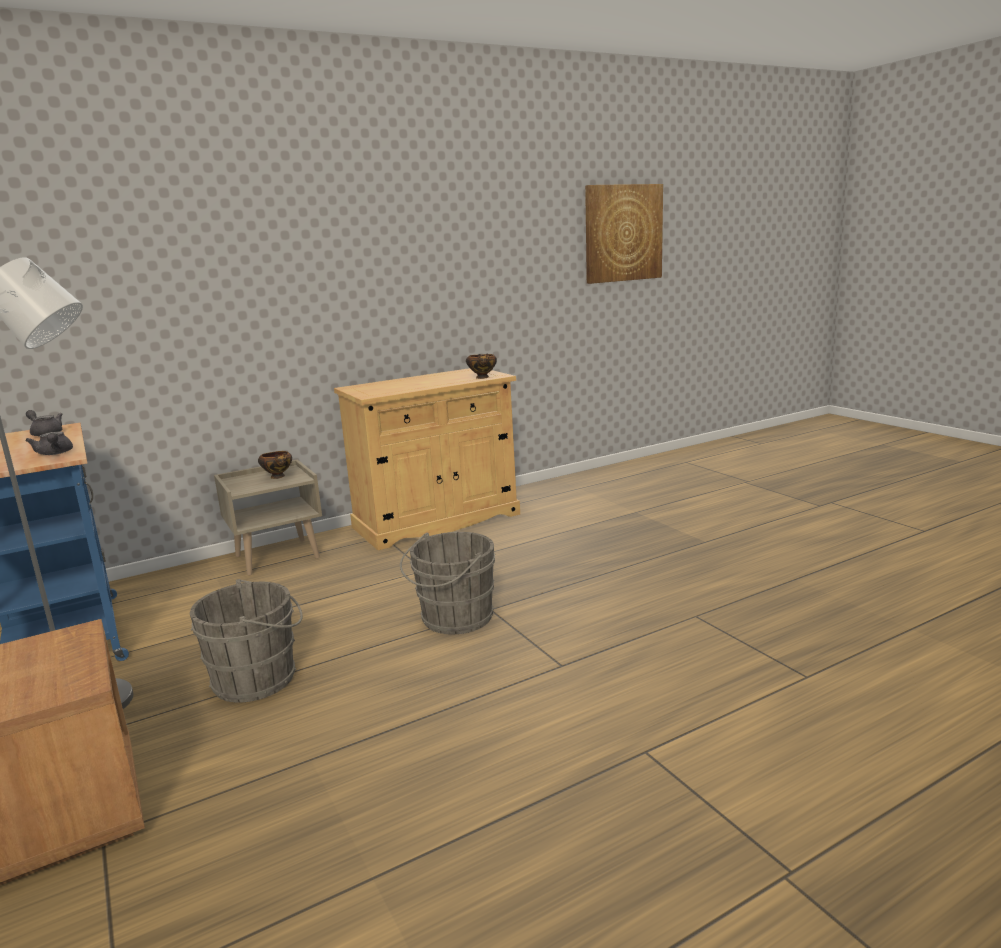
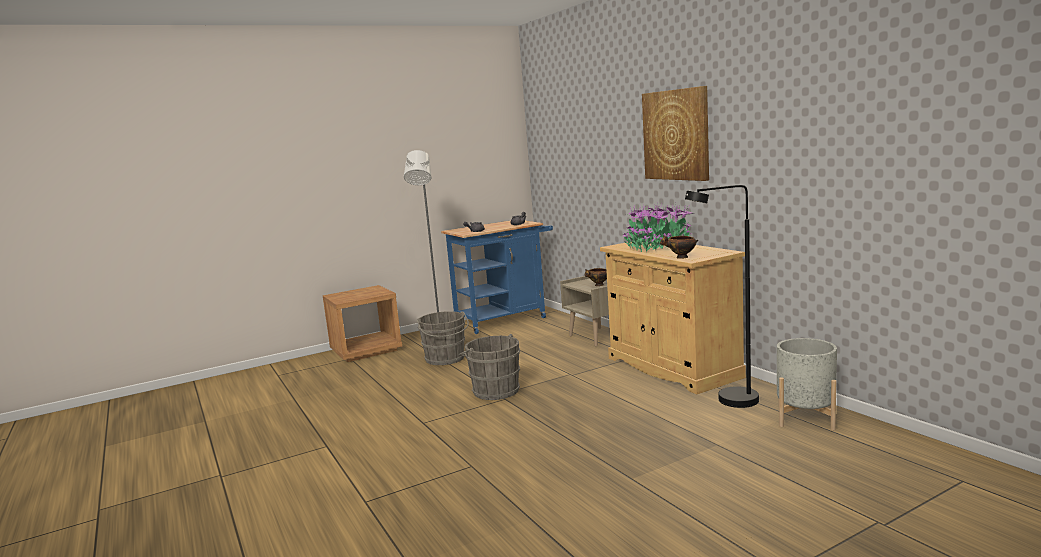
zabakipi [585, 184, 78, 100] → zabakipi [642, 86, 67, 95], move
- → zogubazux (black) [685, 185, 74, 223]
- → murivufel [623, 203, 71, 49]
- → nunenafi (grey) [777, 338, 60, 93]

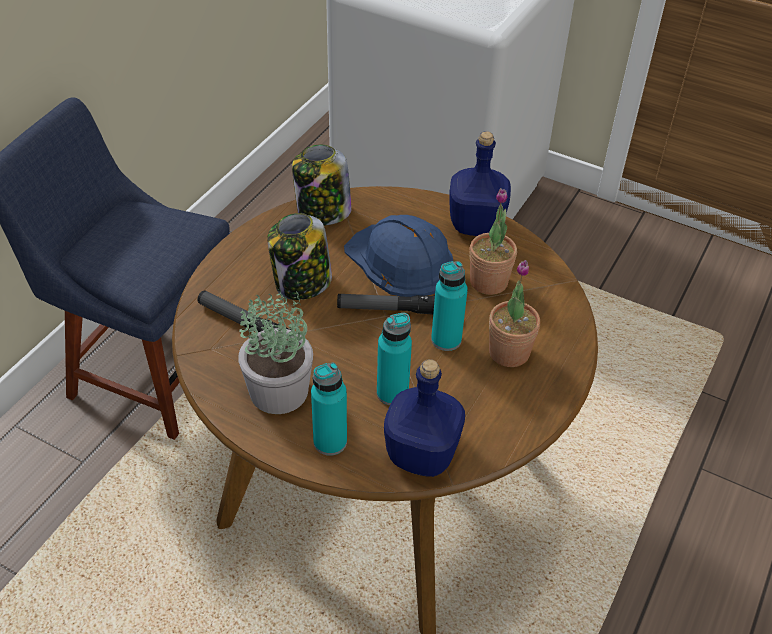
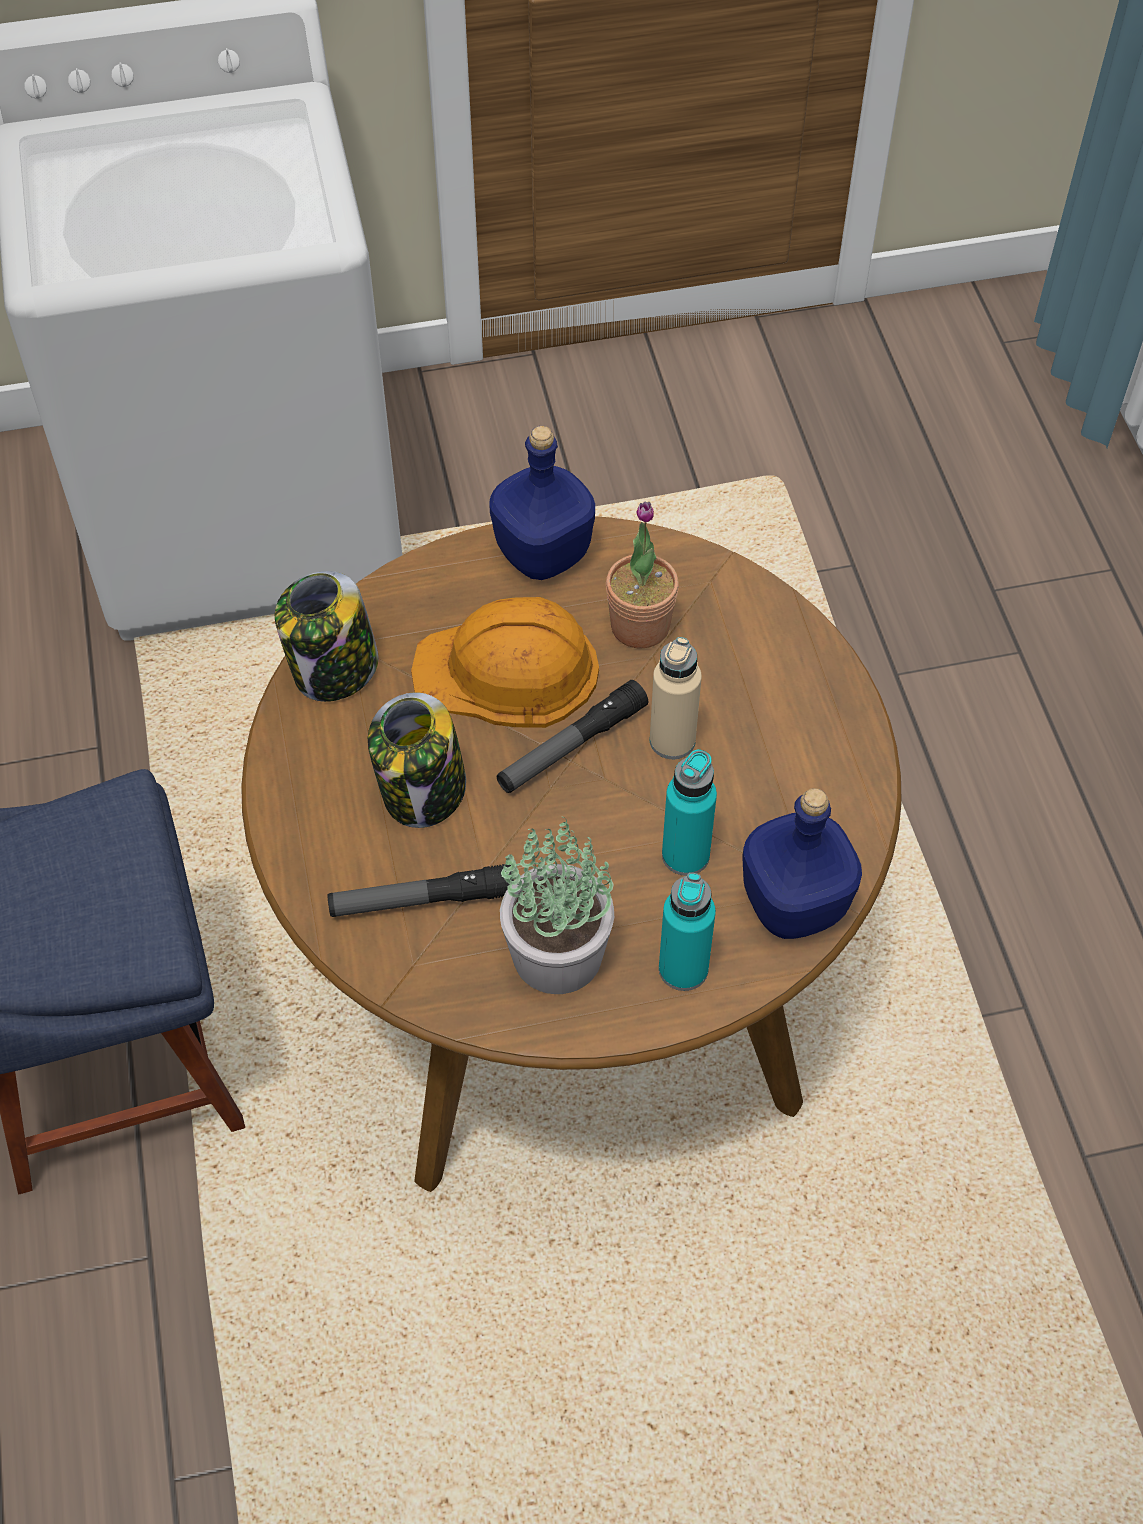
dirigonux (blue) [344, 215, 109, 82] → dirigonux (orange) [411, 597, 188, 131]
murivufel [489, 260, 51, 107] → -
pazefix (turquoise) [431, 261, 37, 90] → pazefix (beige) [650, 637, 52, 122]

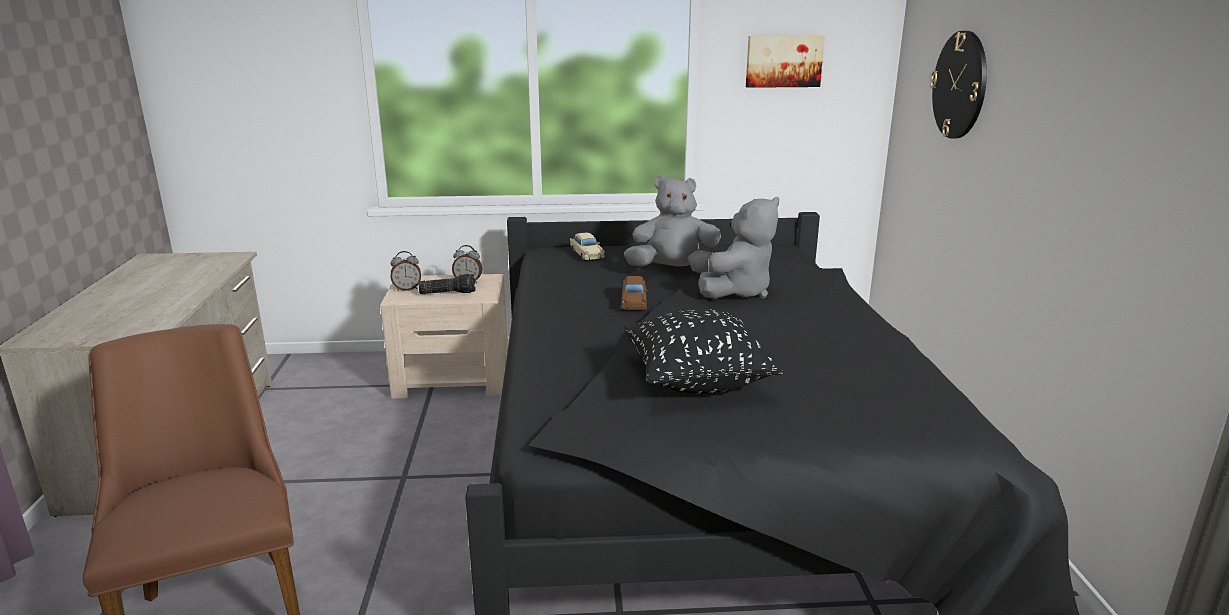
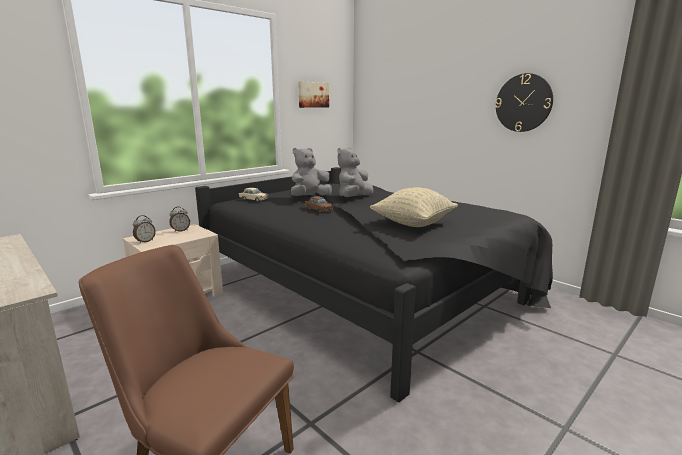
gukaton [930, 31, 57, 108] → gukaton [495, 73, 58, 59], move
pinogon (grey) [698, 197, 81, 102] → pinogon (grey) [337, 148, 36, 49], 150 degrees counterclockwise
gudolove [418, 274, 58, 20] → -
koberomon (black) [624, 309, 159, 84] → koberomon (beige) [370, 188, 88, 39]

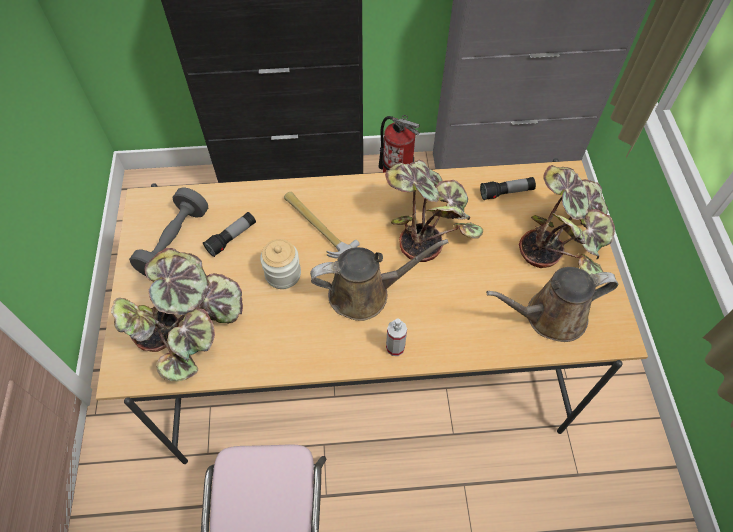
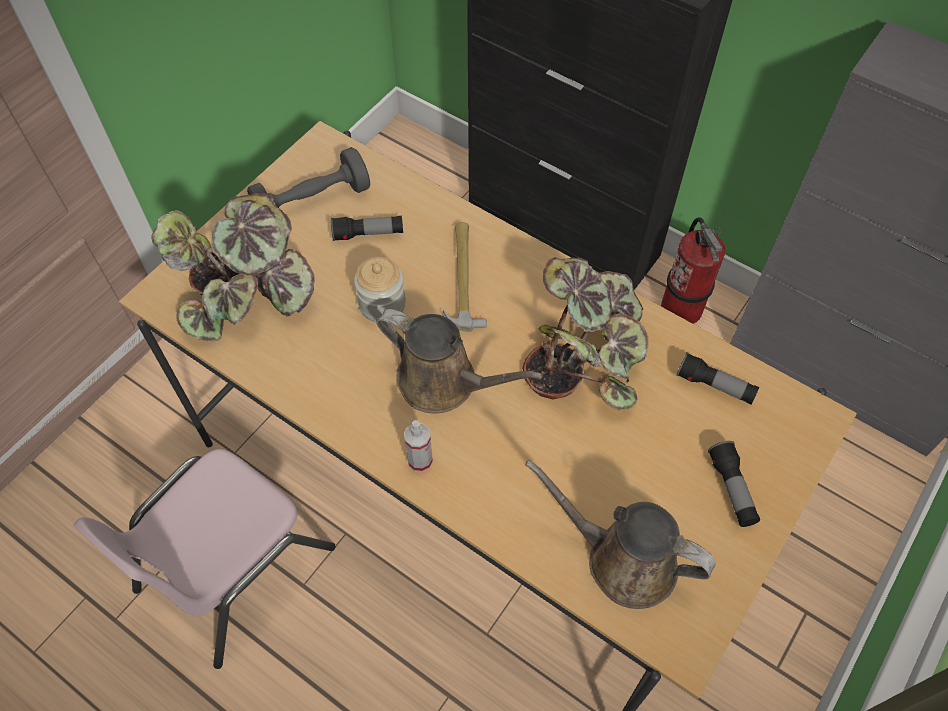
murivufel [519, 165, 96, 110] → gudolove [708, 441, 52, 86]

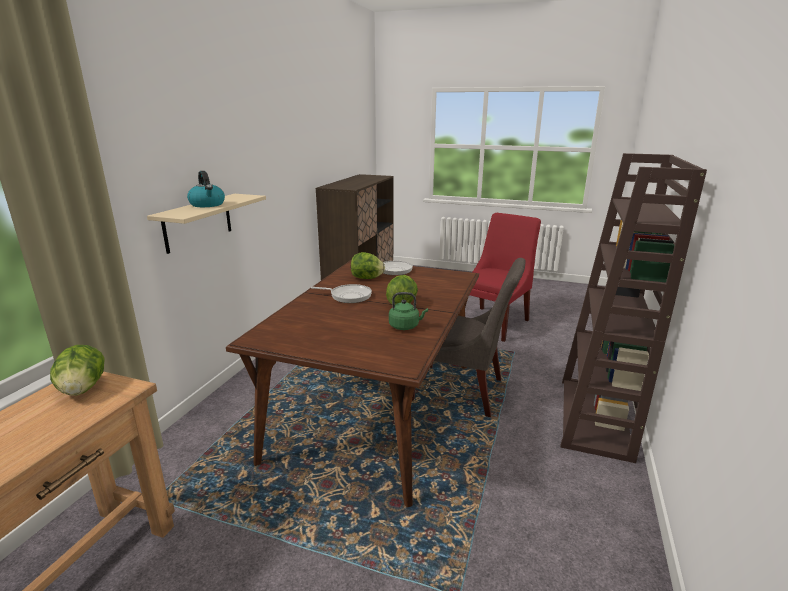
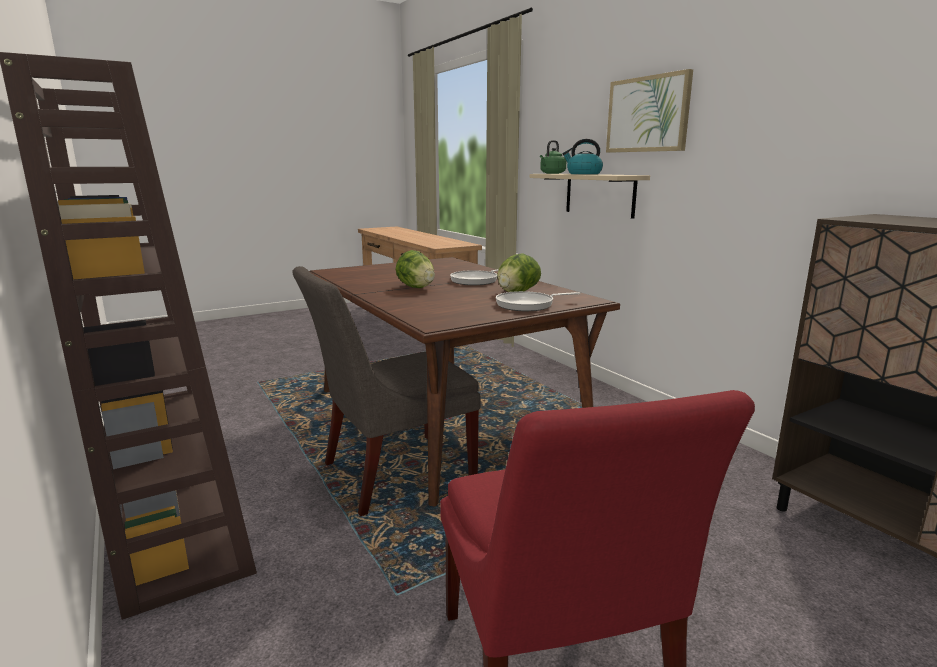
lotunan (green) [389, 292, 39, 38] → lotunan (green) [540, 140, 26, 34], move
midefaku [50, 345, 54, 51] → -
- → zabakipi [606, 69, 87, 84]

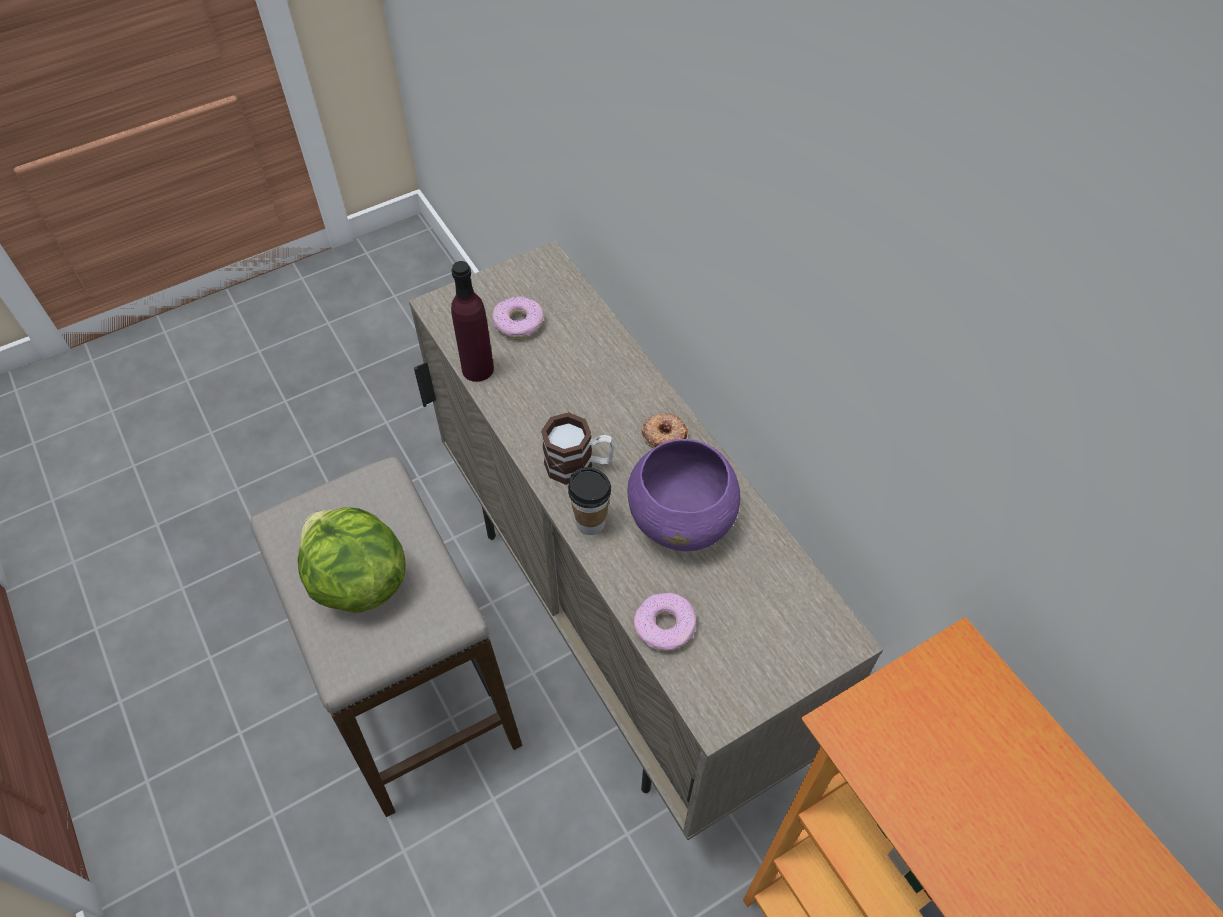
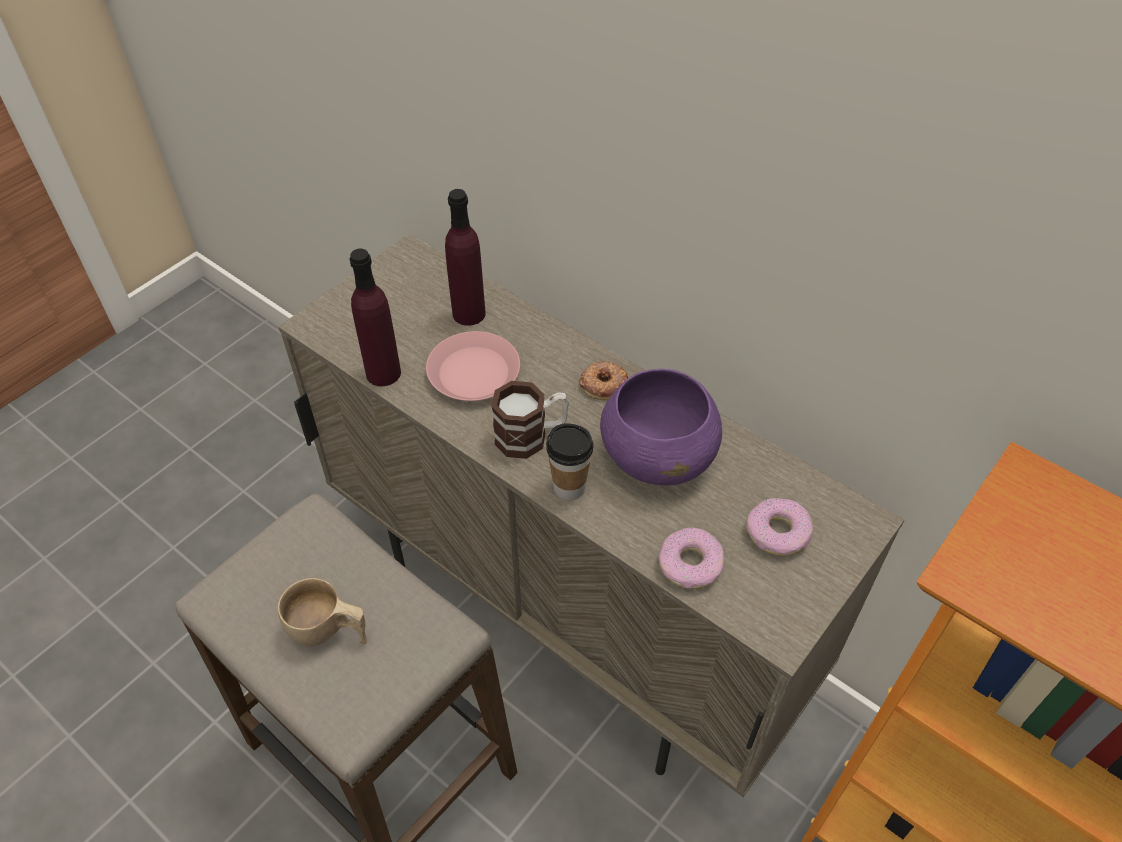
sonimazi [492, 297, 52, 42] → sonimazi [746, 498, 67, 58], move
midefaku [298, 507, 108, 106] → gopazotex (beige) [278, 578, 89, 69]
- → pazefix (purple) [445, 189, 41, 137]
- → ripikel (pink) [426, 331, 94, 70]

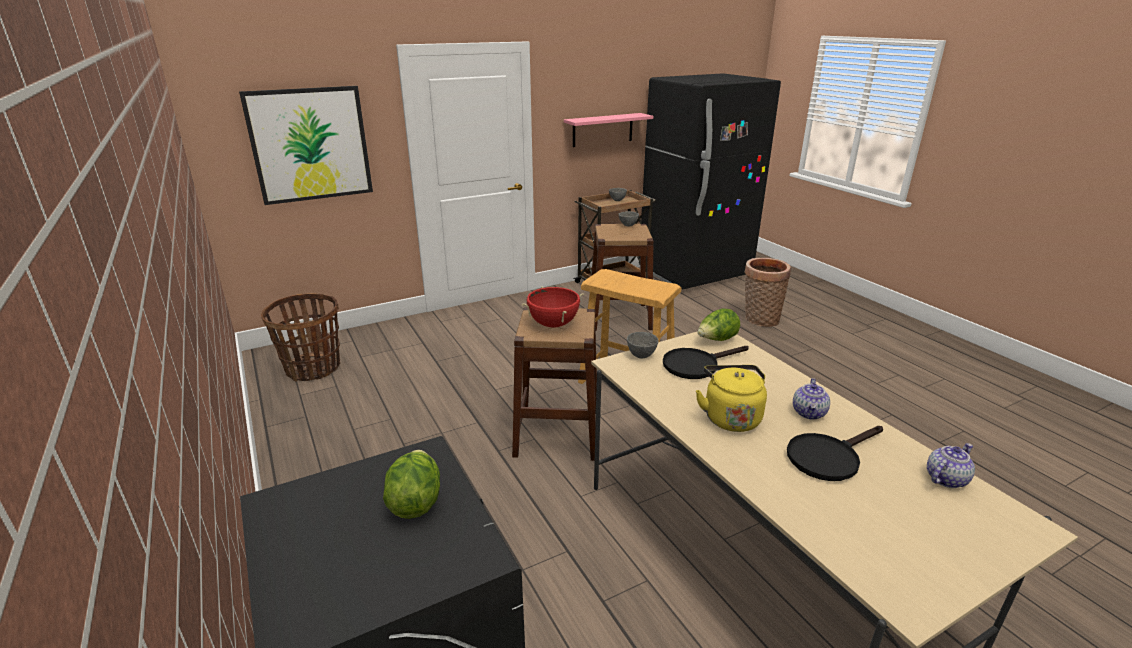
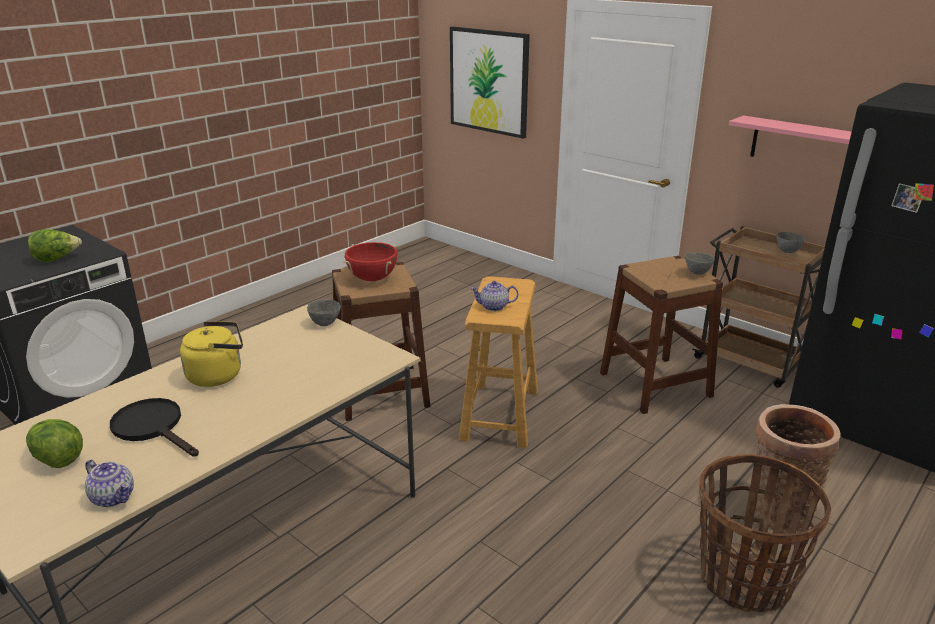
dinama [261, 293, 79, 89] → dinama [699, 454, 132, 159], move
midefaku [698, 309, 42, 32] → midefaku [26, 419, 57, 49], move
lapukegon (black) [663, 346, 86, 33] → -
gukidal [793, 378, 37, 42] → gukidal [470, 281, 48, 30], move

